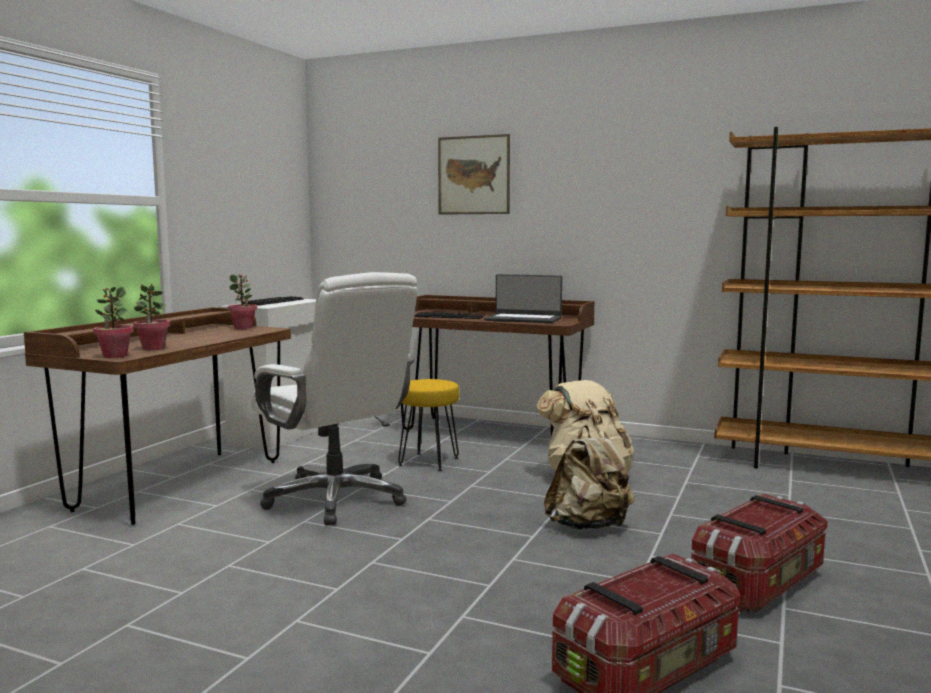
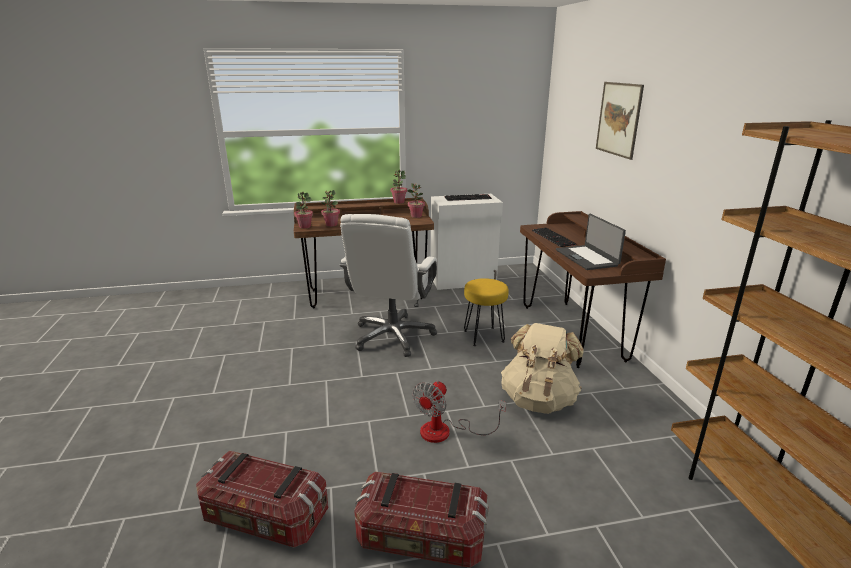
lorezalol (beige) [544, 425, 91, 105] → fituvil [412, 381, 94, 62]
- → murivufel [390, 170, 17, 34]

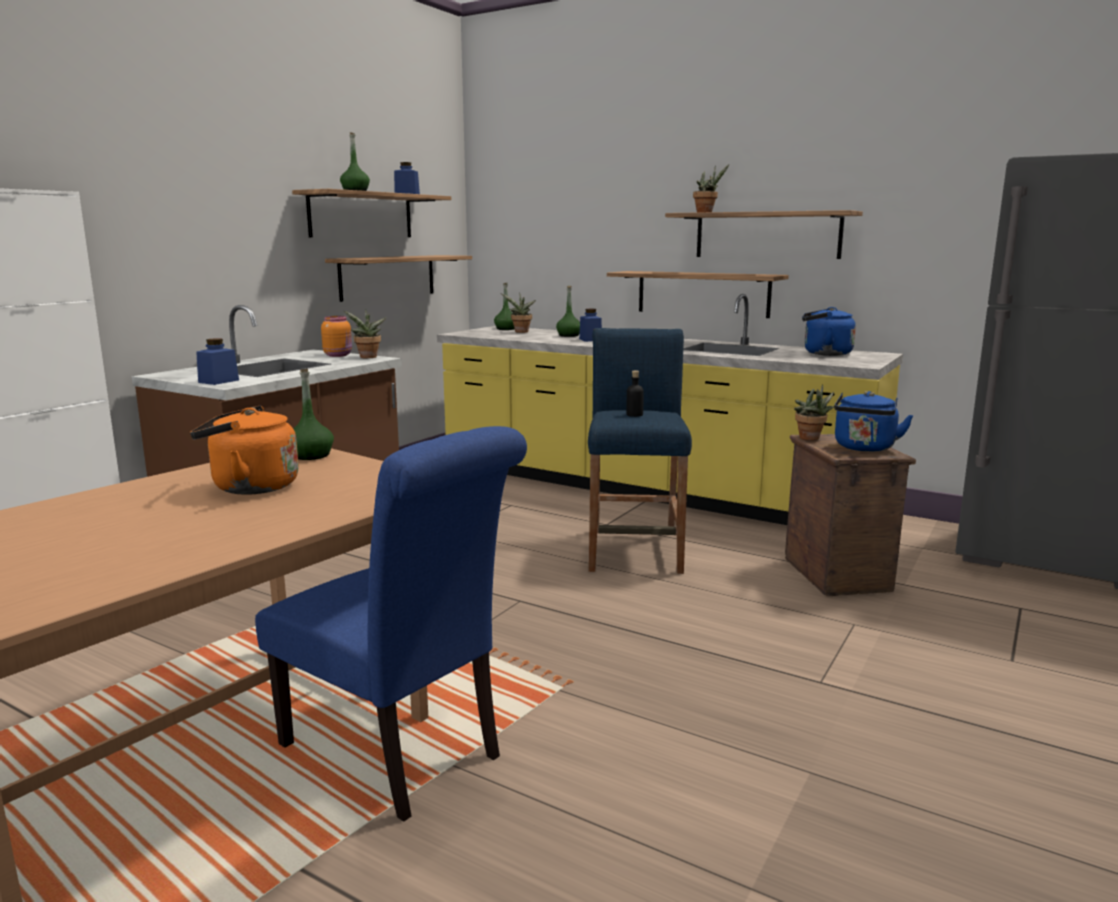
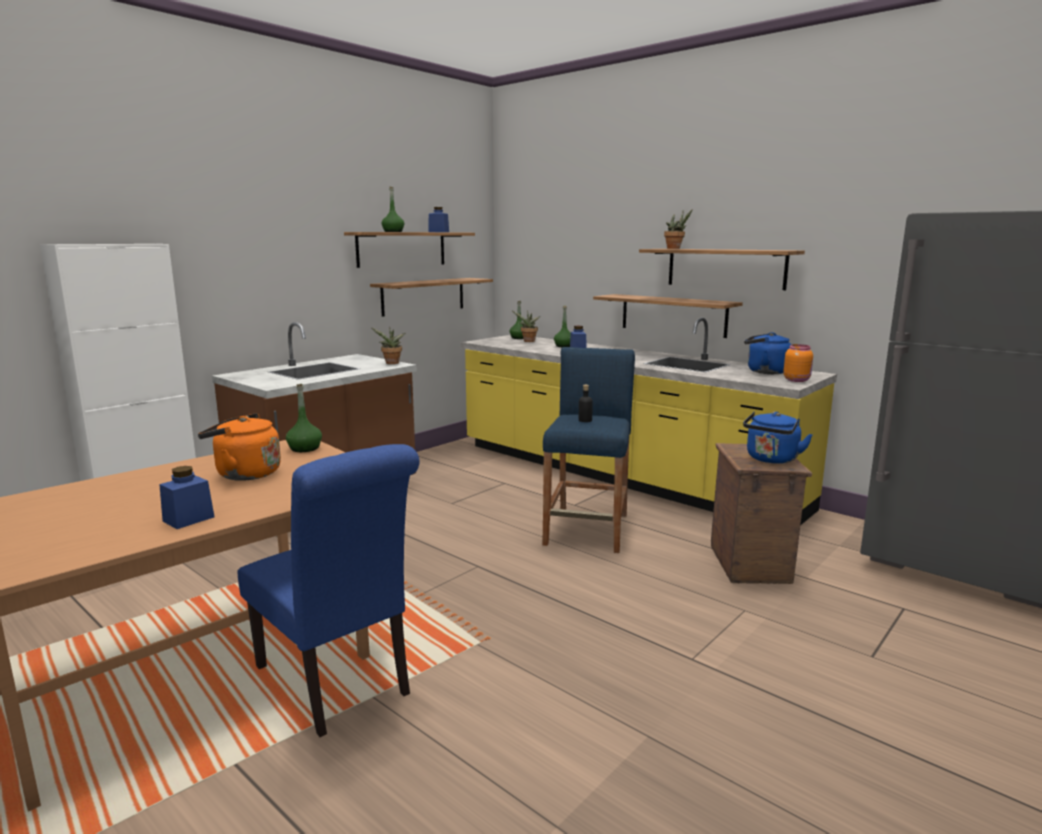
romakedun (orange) [321, 316, 31, 41] → romakedun (orange) [783, 344, 30, 38], move
romakedun (blue) [196, 338, 43, 47] → romakedun (blue) [159, 466, 55, 63], move
murivufel [794, 384, 40, 56] → -

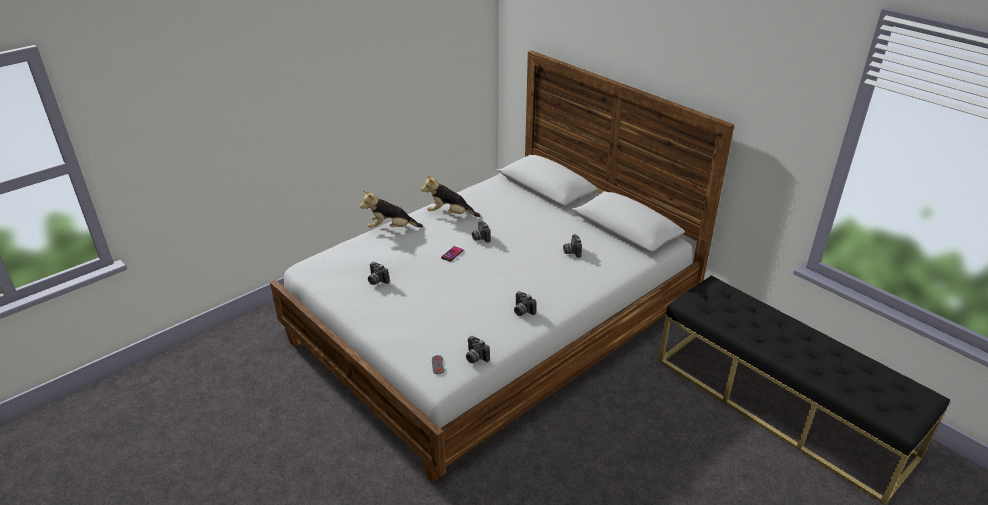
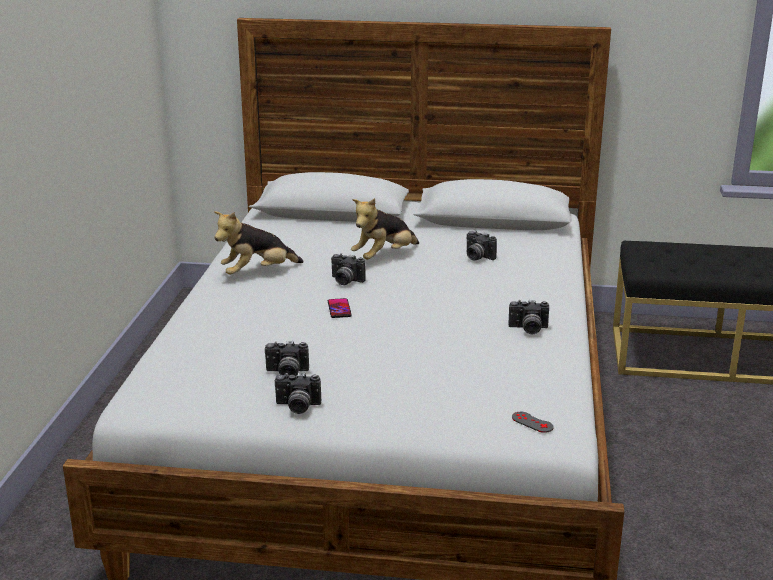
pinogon [360, 190, 63, 38] → pinogon [351, 198, 68, 62], move
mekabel [466, 336, 24, 27] → mekabel [275, 373, 46, 41], move

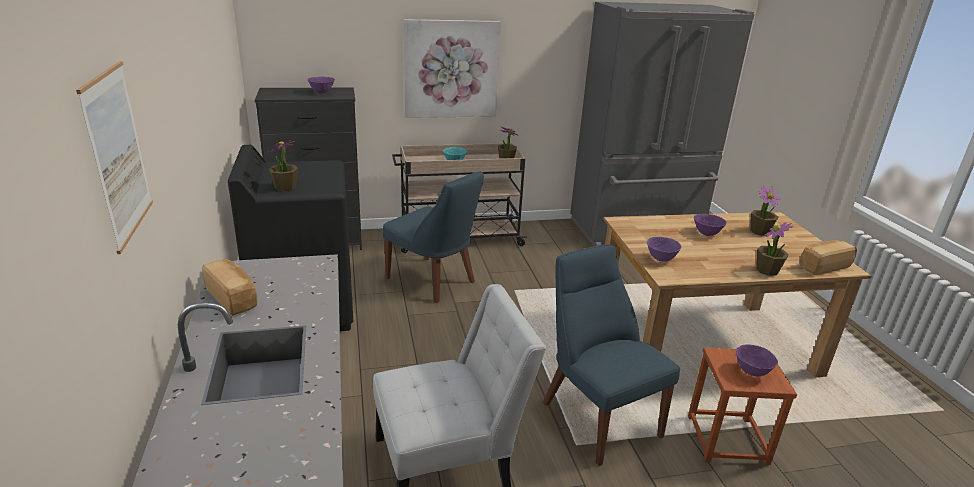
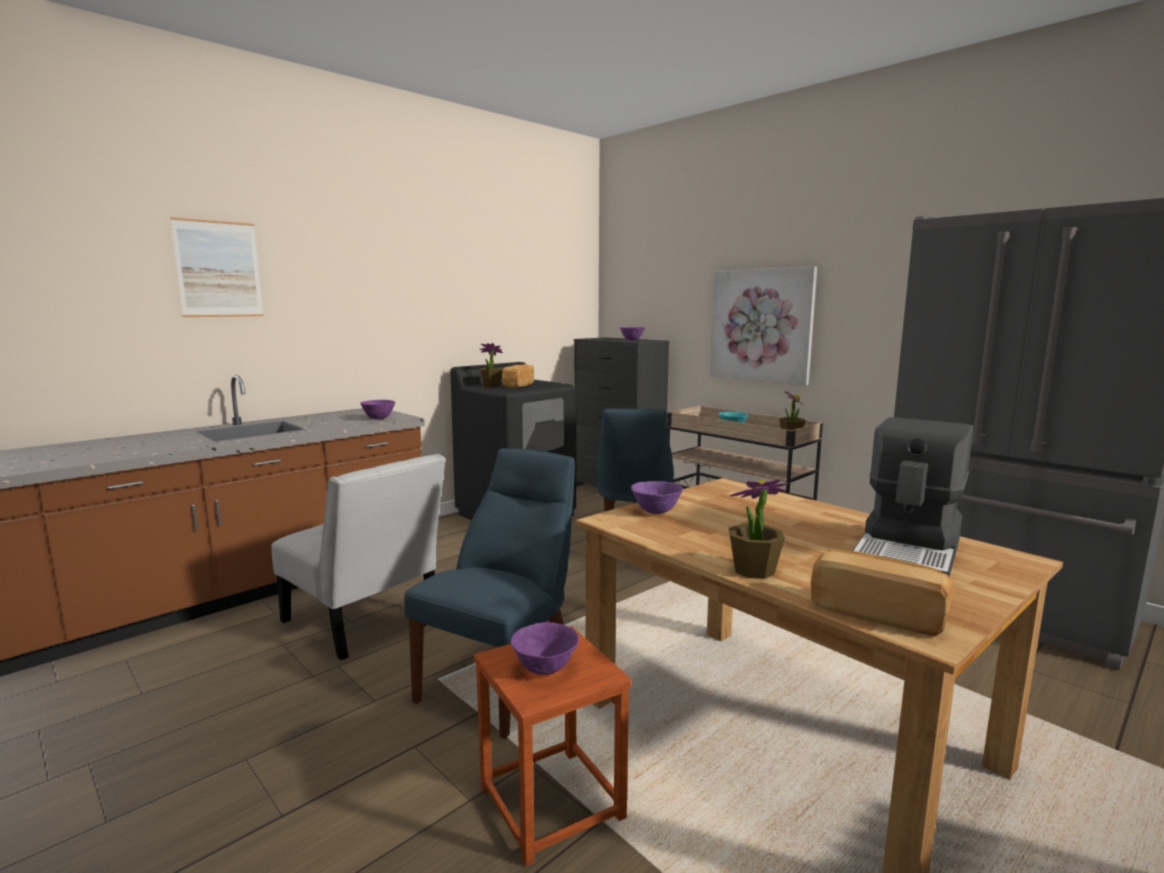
murivufel [750, 186, 31, 50] → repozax [853, 417, 120, 160]
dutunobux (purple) [694, 214, 33, 22] → dutunobux (purple) [360, 400, 35, 19], move
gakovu [202, 259, 55, 57] → gakovu [502, 365, 32, 23], move

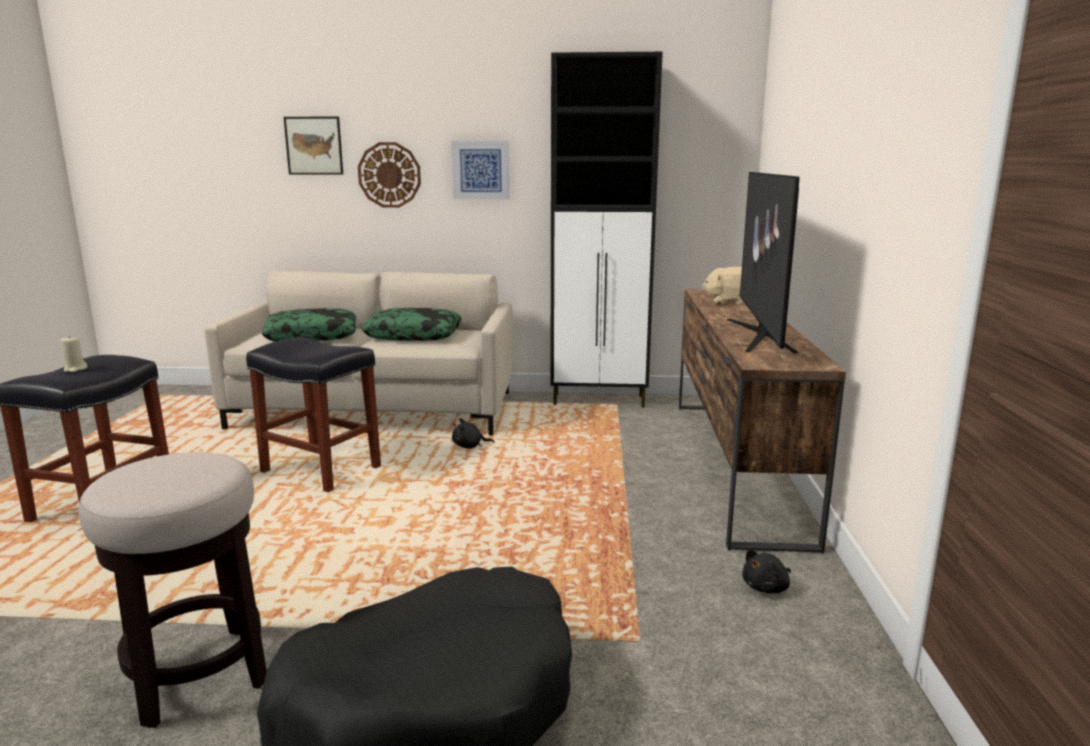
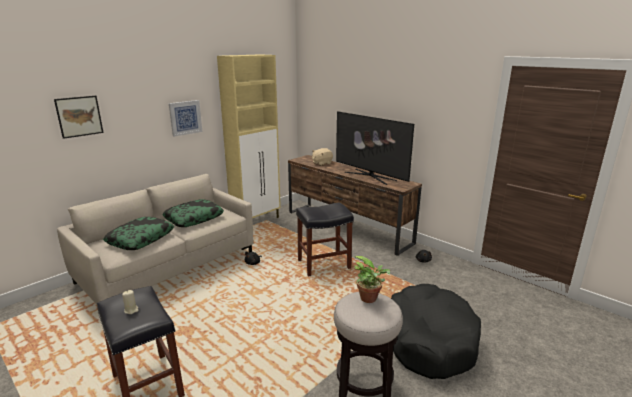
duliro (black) [550, 52, 113, 356] → duliro (beige) [217, 54, 64, 164]
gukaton [358, 142, 63, 66] → -
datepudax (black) [246, 338, 135, 154] → datepudax (black) [296, 202, 58, 75], move
- → murivufel [354, 256, 36, 47]

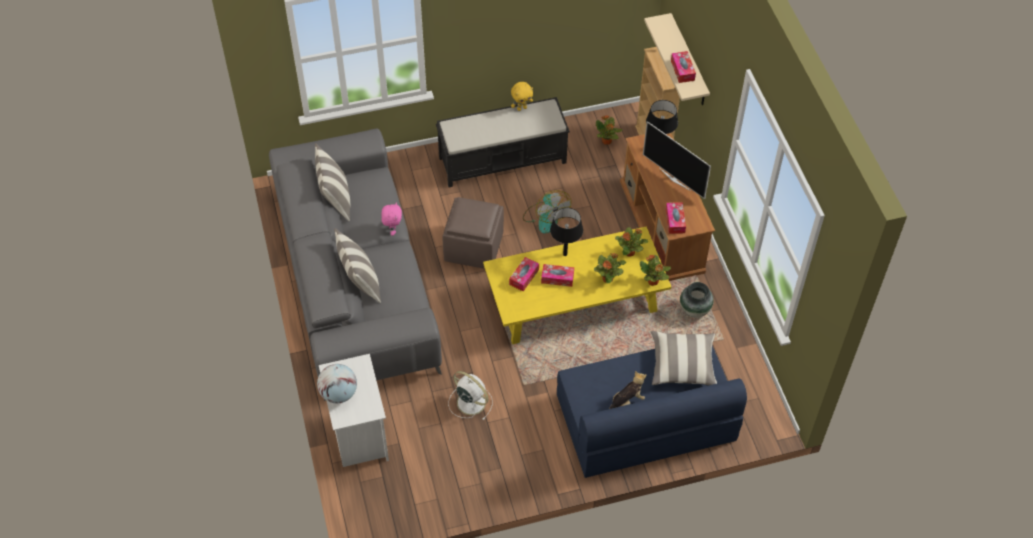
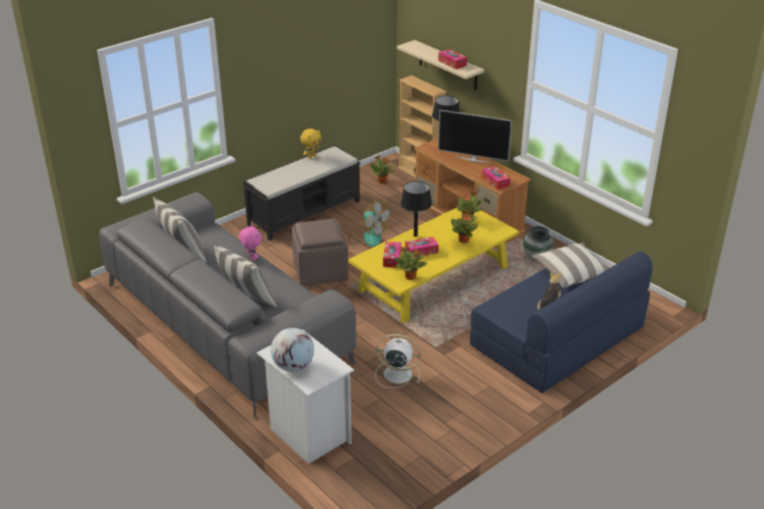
murivufel [640, 255, 31, 31] → murivufel [394, 246, 33, 34], move

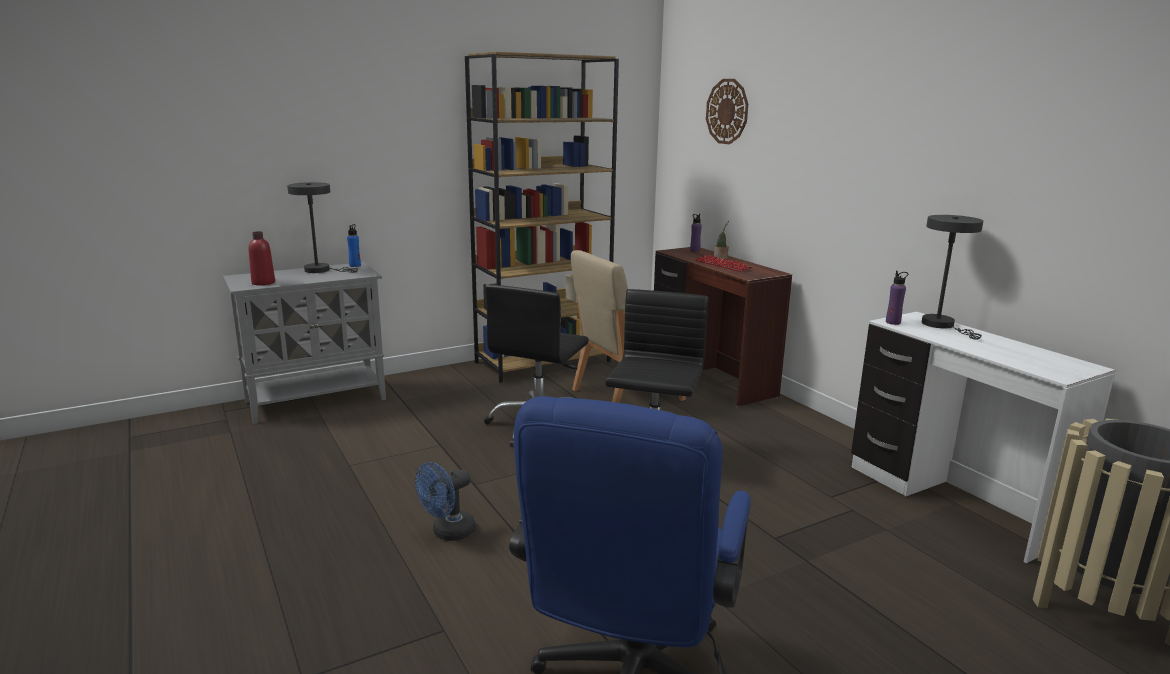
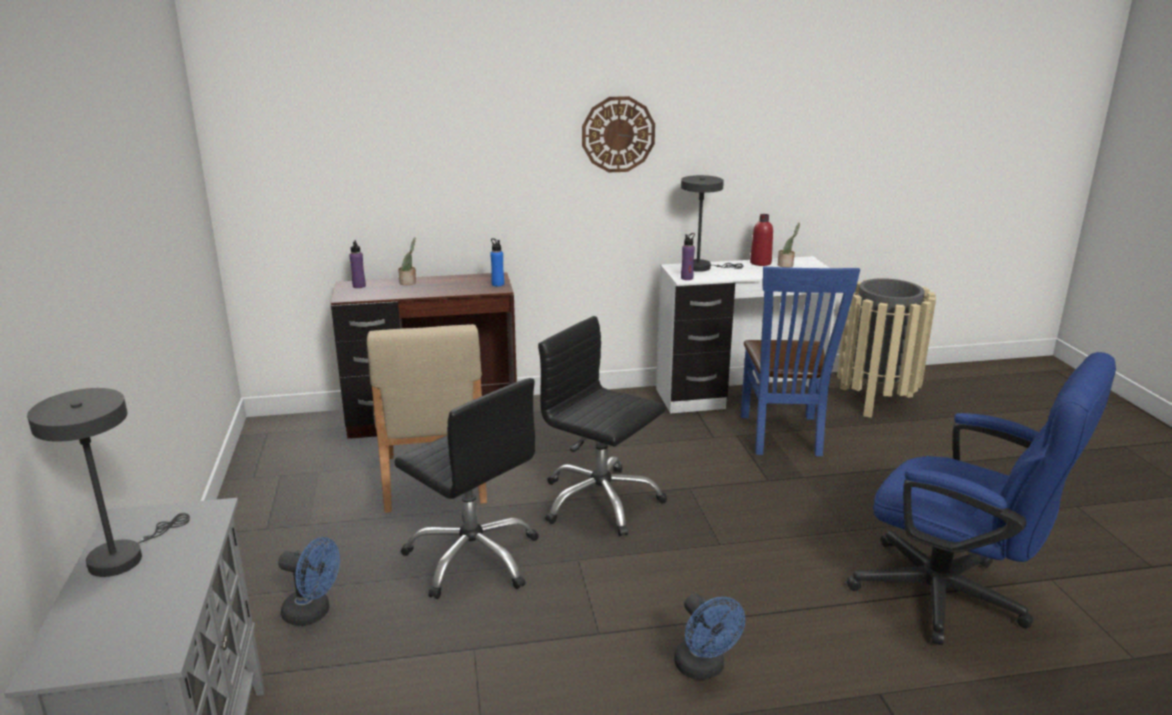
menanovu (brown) [465, 52, 154, 331] → -
gukaton [706, 79, 42, 65] → gukaton [582, 96, 73, 76], move
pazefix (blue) [347, 224, 14, 43] → pazefix (blue) [490, 238, 14, 49], move
pazefix (red) [248, 231, 27, 55] → pazefix (red) [750, 214, 23, 52], move
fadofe [695, 255, 58, 17] → -
- → murivufel [777, 223, 23, 45]
- → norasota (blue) [741, 266, 119, 190]
- → fituvil (blue) [278, 537, 62, 89]

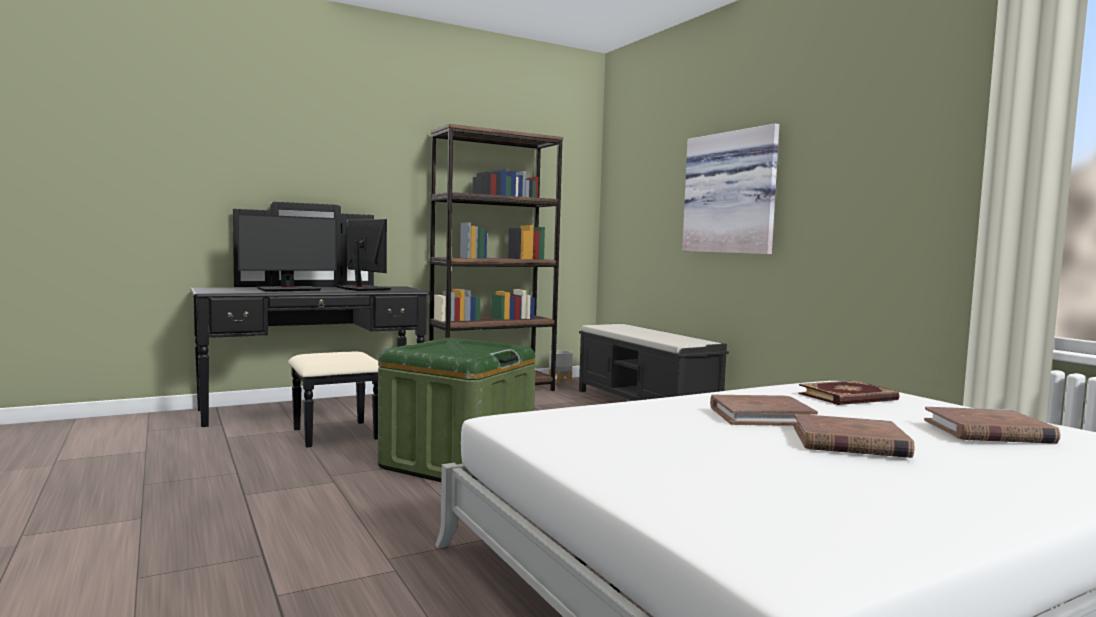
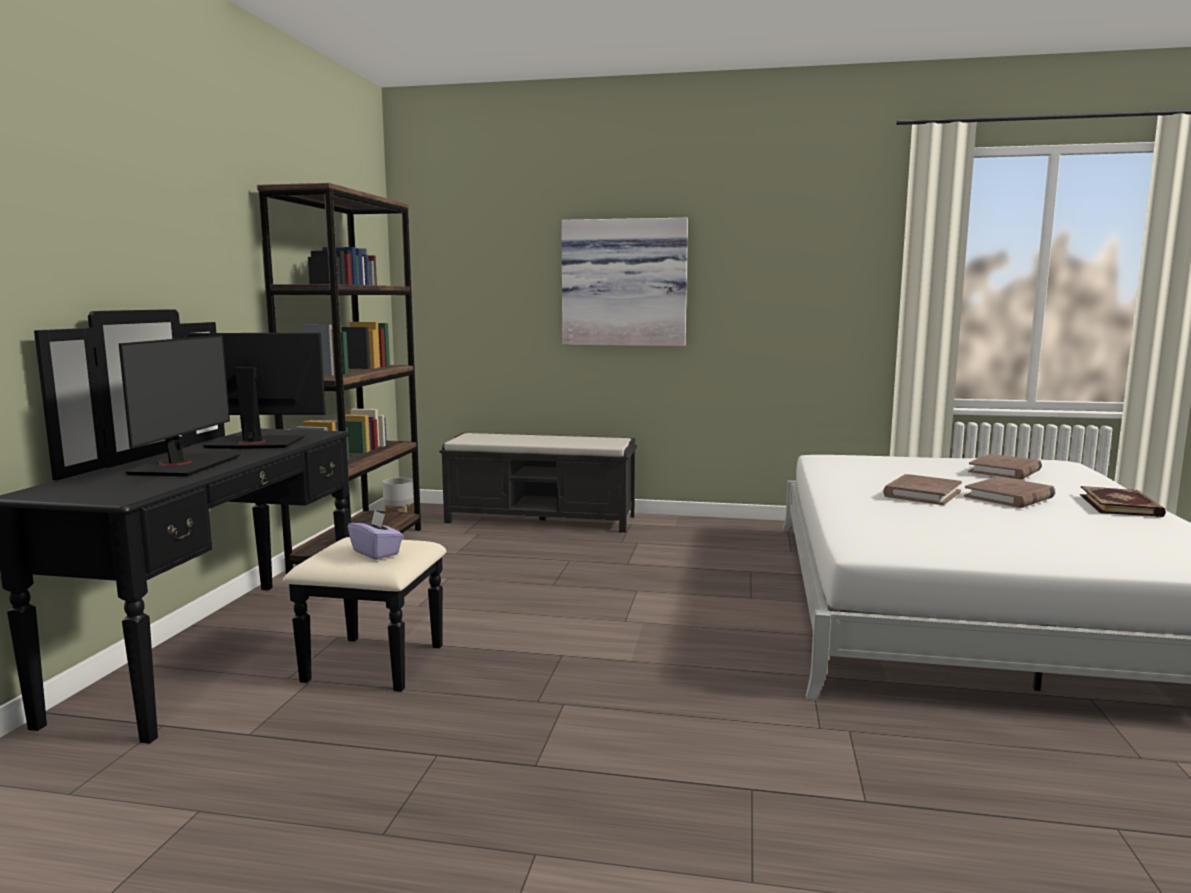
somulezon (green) [378, 338, 158, 144] → -
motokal [798, 380, 102, 25] → motokal [1080, 486, 86, 31], move
- → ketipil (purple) [348, 511, 55, 49]

